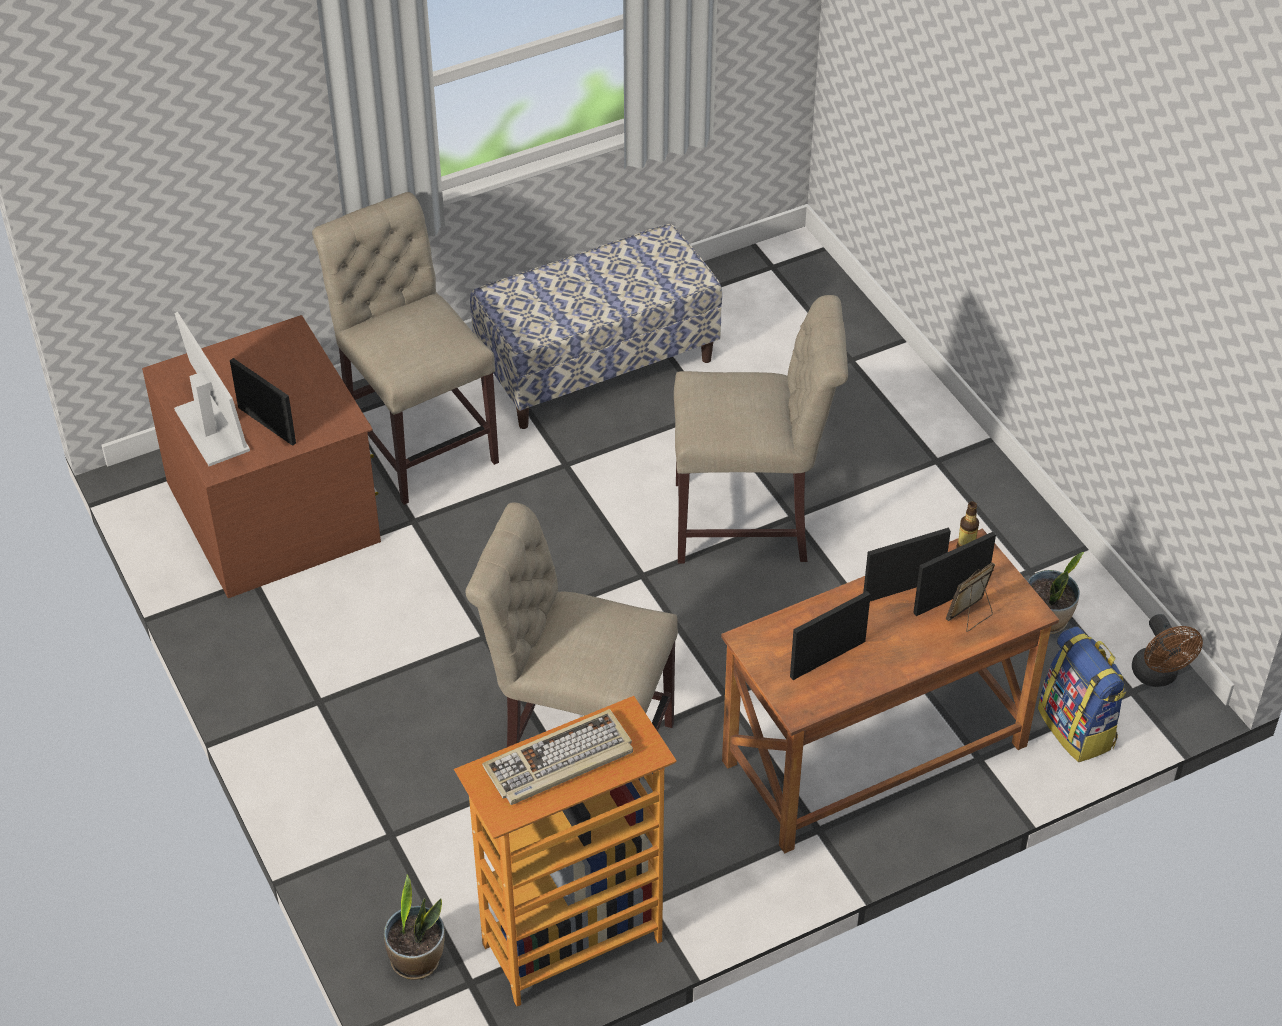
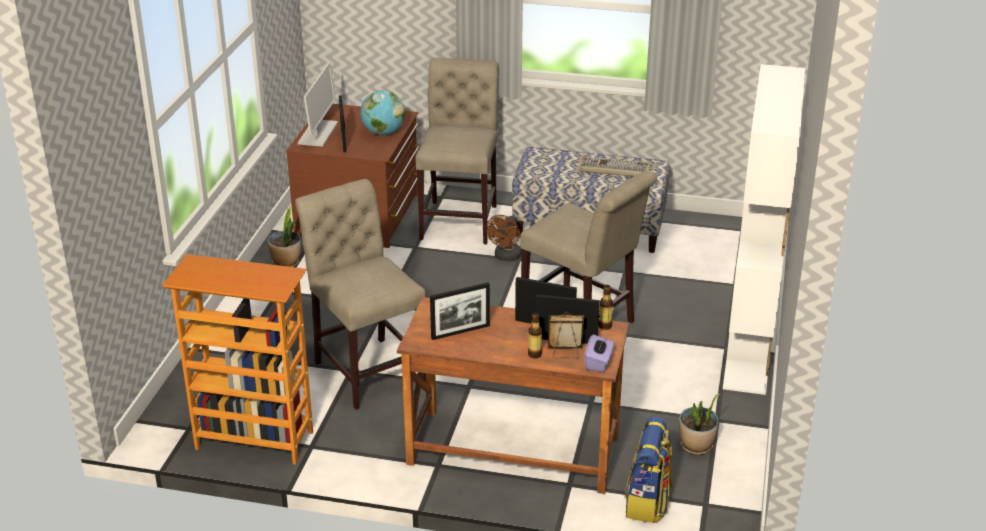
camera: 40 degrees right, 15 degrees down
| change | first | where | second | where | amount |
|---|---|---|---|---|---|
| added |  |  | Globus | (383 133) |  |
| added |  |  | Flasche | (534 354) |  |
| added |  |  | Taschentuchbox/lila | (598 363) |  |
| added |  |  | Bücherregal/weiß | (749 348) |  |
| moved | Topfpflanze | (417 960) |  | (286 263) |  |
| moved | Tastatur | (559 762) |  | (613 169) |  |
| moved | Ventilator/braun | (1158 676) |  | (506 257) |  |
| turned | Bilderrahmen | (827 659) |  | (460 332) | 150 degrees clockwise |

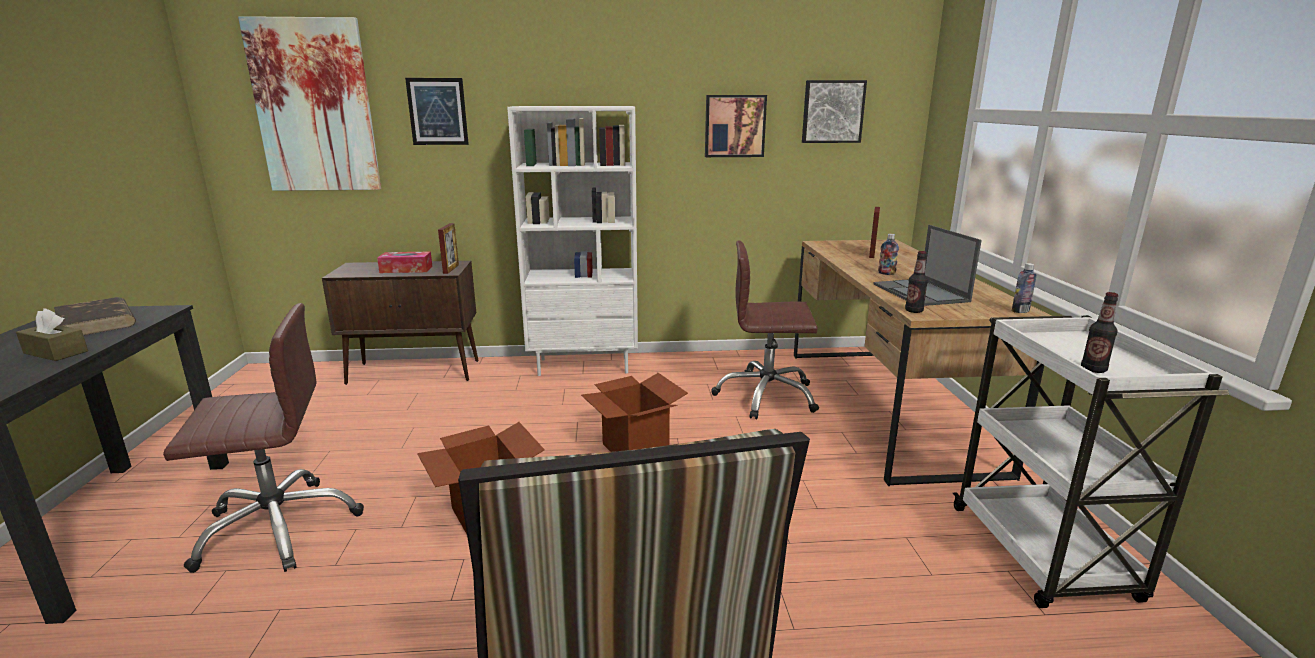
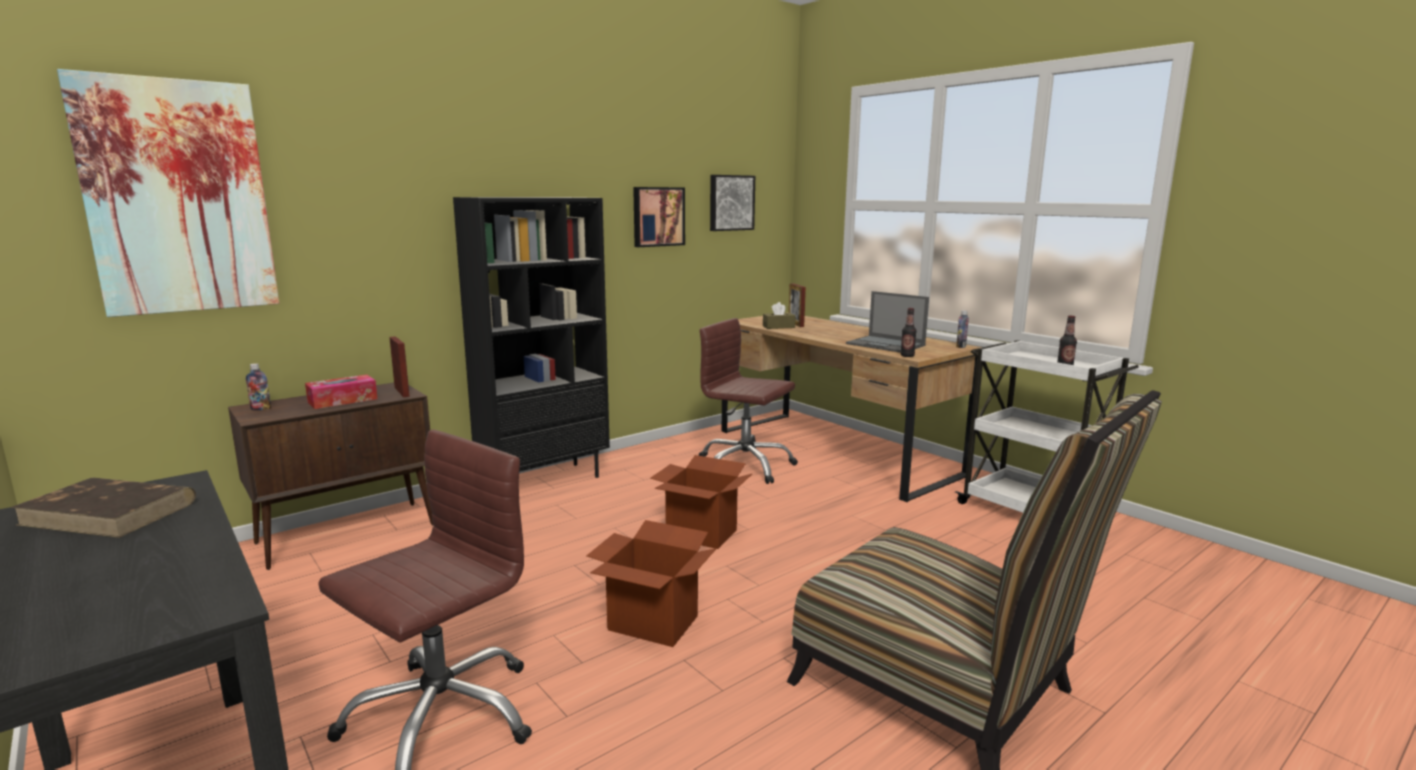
camera: 35 degrees left, 5 degrees down
| change | first | where | second | where | amount |
|---|---|---|---|---|---|
| removed | Bild | (437 111) |  |  |  |
| moved | Taschentuchbox/braun | (56 352) |  | (778 327) |  |
| moved | Flasche | (886 273) |  | (260 409) |  |
| recoloured | Bücherregal/weiß | (584 365) | Bücherregal/schwarz | (544 481) |  |
| turned | Bürostuhl/braun | (766 396) |  | (744 466) | 60 degrees clockwise |

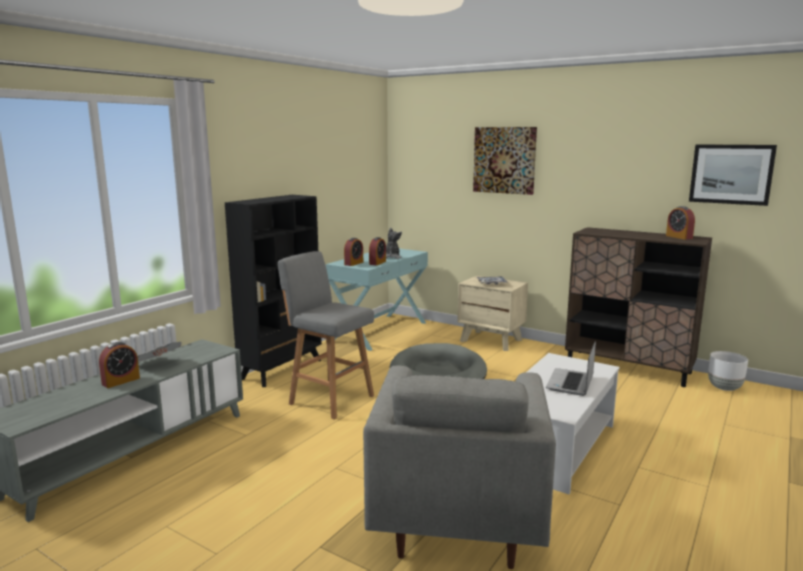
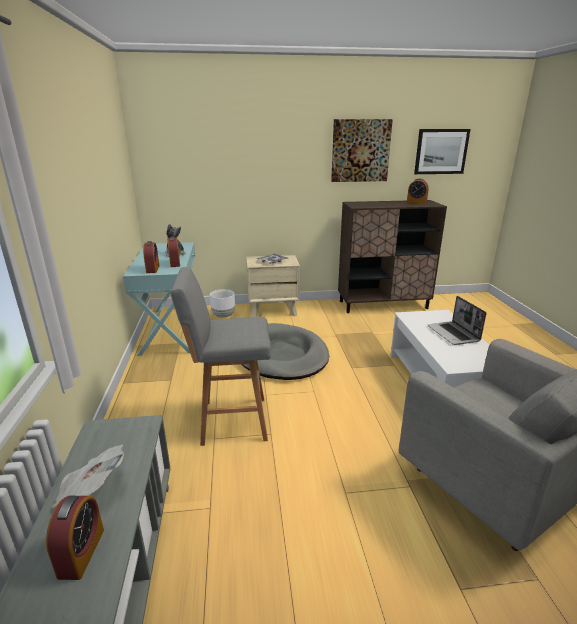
camera: 40 degrees left, 10 degrees up
| change | first | where | second | where | amount |
|---|---|---|---|---|---|
| removed | Bücherregal/schwarz | (282 369) |  |  |  |
| moved | Bild | (504 160) |  | (360 151) |  |
| moved | Pflanzkübel/weiß | (724 388) |  | (223 316) |  |

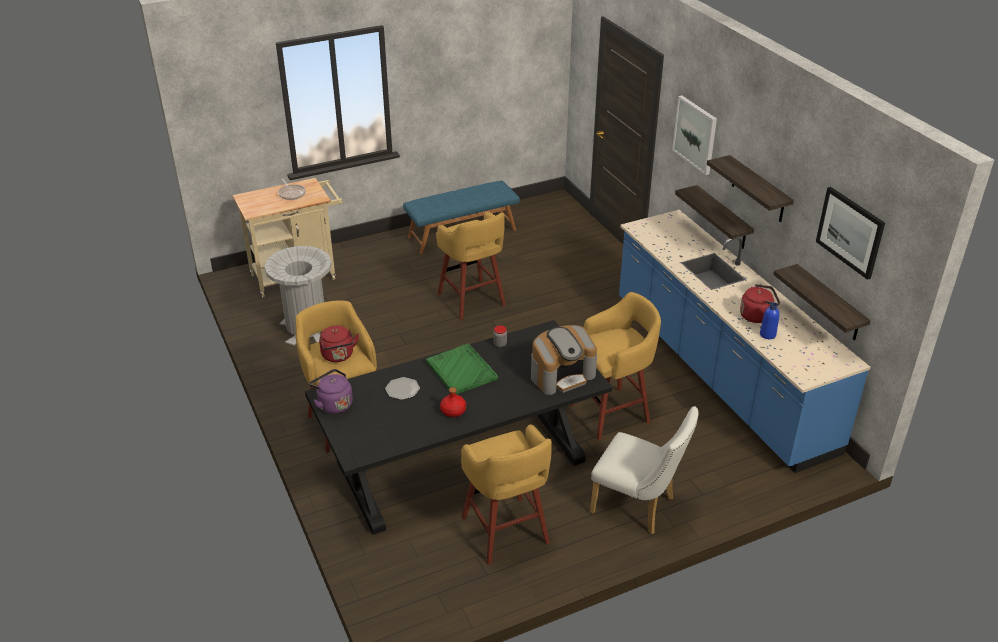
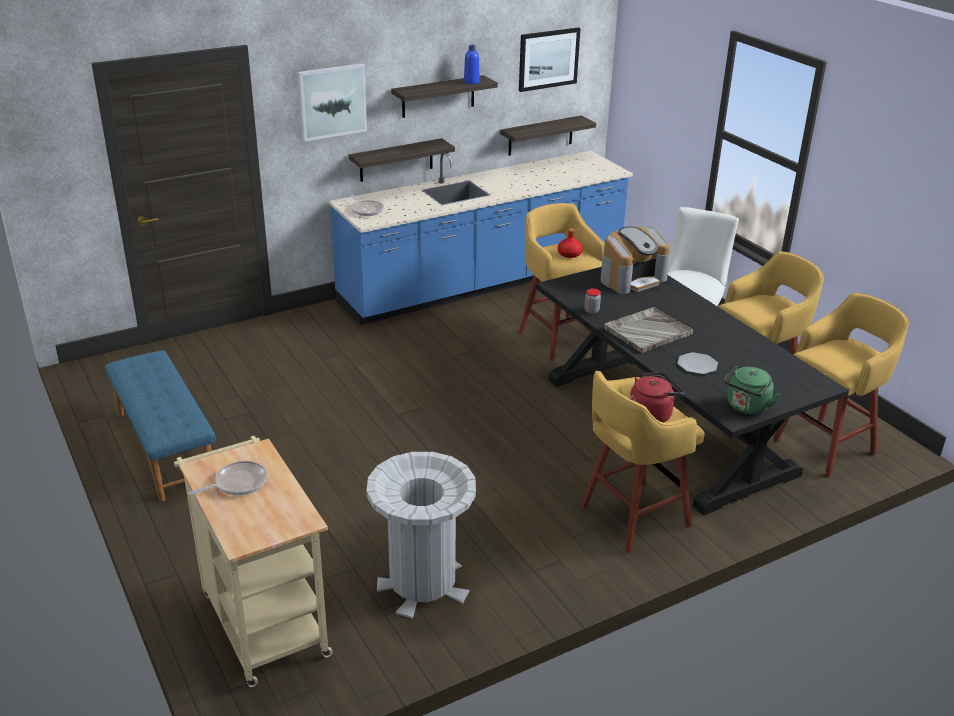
camera: 95 degrees left, 5 degrees down
| change | first | where | second | where | amount |
|---|---|---|---|---|---|
| removed | Wasserkessel/rot | (757 315) |  |  |  |
| added |  |  | Pfanne | (366 210) |  |
| moved | Hocker/gelb | (472 301) |  | (826 446) |  |
| moved | Flasche/rot | (453 411) |  | (569 254) |  |
| moved | Flasche/blau | (767 334) |  | (471 82) |  |
| recoloured | Wasserkessel/lila | (333 404) | Wasserkessel/grün | (746 407) |  |
| recoloured | Tablett/grün | (461 370) | Tablett/grau | (647 331) |  |
| turned | Kaffeemaschine | (562 375) |  | (632 279) | 90 degrees clockwise |

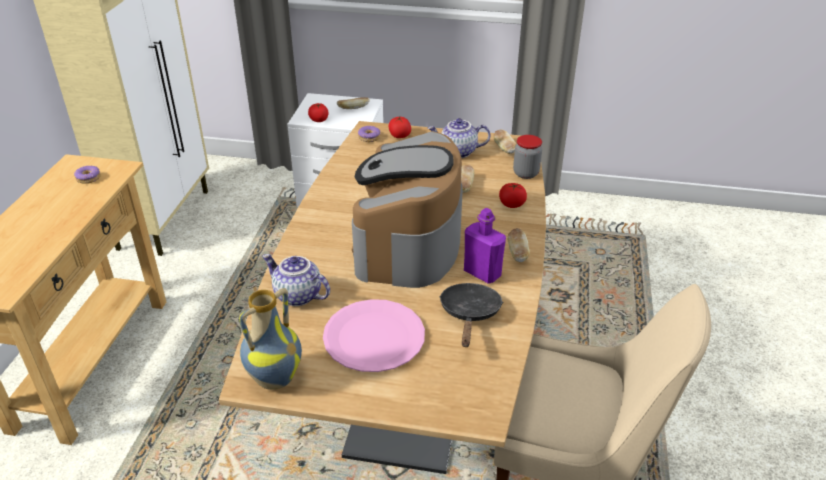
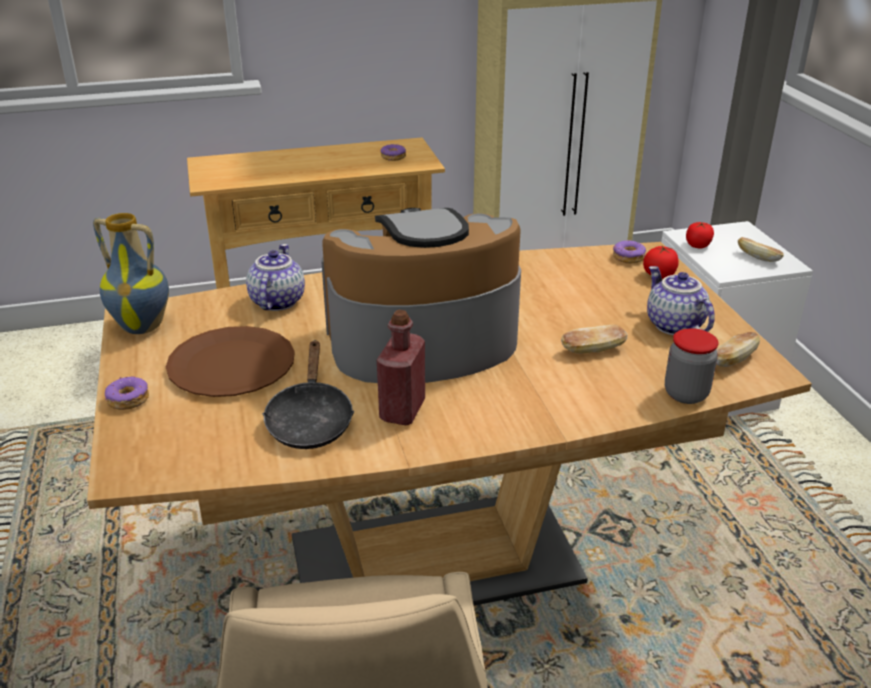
camera: 65 degrees right, 5 degrees down
| change | first | where | second | where | amount |
|---|---|---|---|---|---|
| removed | Tomate | (512 204) |  |  |  |
| removed | Brot | (517 253) |  |  |  |
| added |  |  | Donut | (128 400) |  |
| recoloured | Teller/rosa | (374 337) | Teller/braun | (232 364) |  |
| recoloured | Flasche/lila | (482 273) | Flasche/rot | (402 410) |  |
| turned | Pfanne/schwarz | (470 314) |  | (310 420) | 105 degrees clockwise |

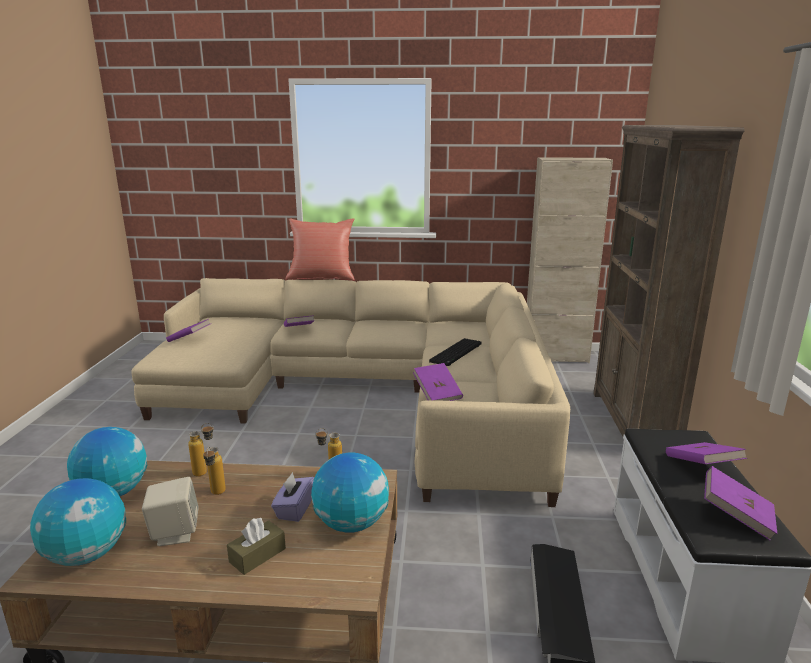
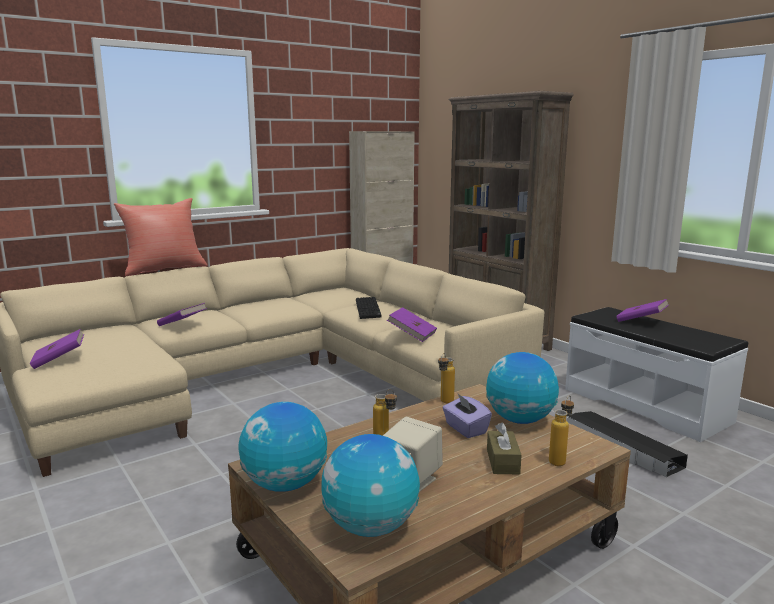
camera: 40 degrees left, 5 degrees down
| change | first | where | second | where | amount |
|---|---|---|---|---|---|
| removed | Buch/lila | (736 516) |  |  |  |
| moved | Flasche | (205 472) |  | (560 460) |  |

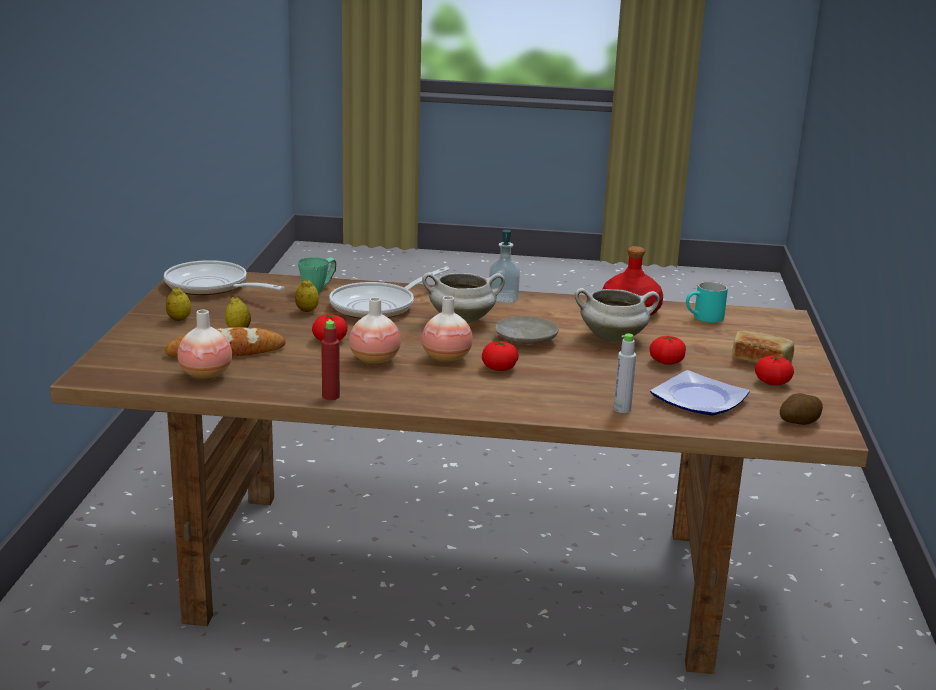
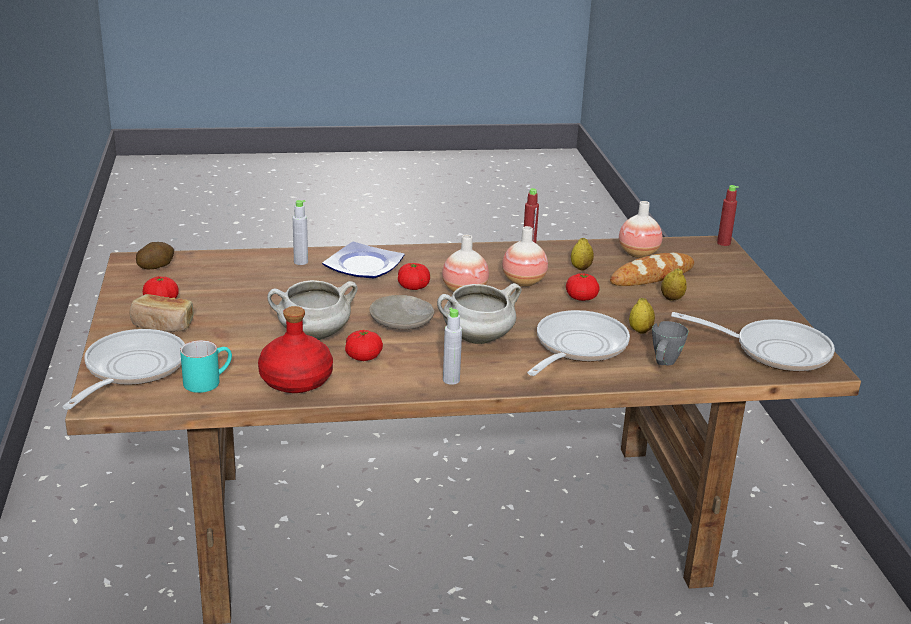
camera: 165 degrees right, 5 degrees up
| change | first | where | second | where | amount |
|---|---|---|---|---|---|
| added |  |  | Pfanne | (131 370) |  |
| added |  |  | Flasche/rot | (723 243) |  |
| moved | Zitrone | (179 319) |  | (581 268) |  |
| moved | Tomate | (666 362) |  | (363 357) |  |
| moved | Teller | (701 400) |  | (362 266) |  |
| replaced | Seifenspender | (503 299) | Flasche/grau | (451 380) |  |
| recoloured | Henkelbecher/grün | (319 289) | Henkelbecher/grau | (663 365) |  |

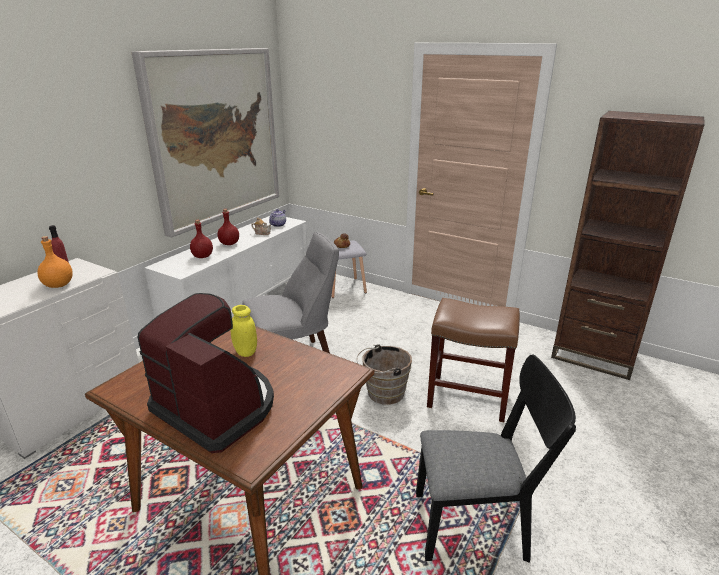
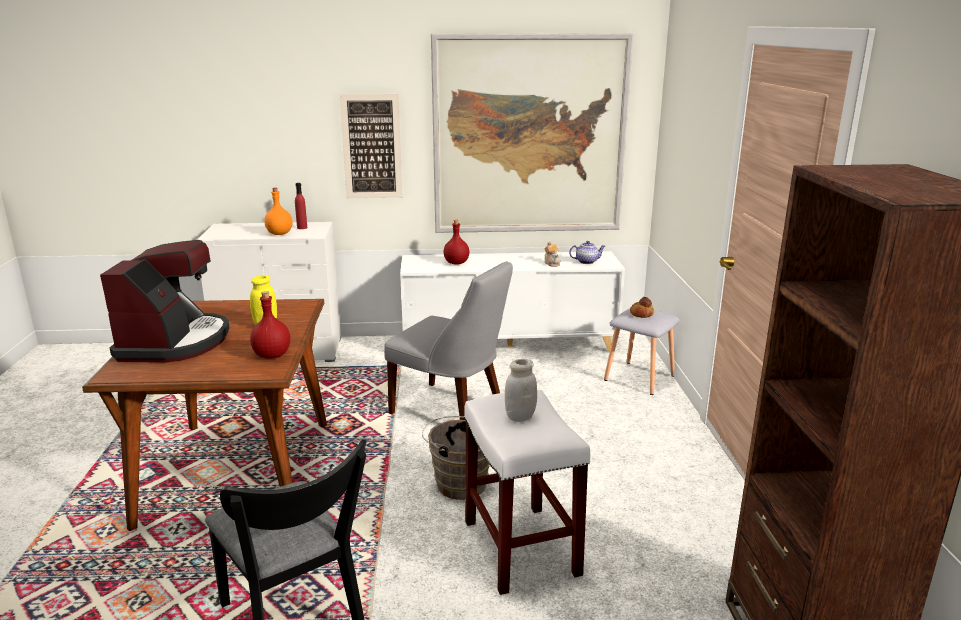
camera: 55 degrees right, 5 degrees down
| change | first | where | second | where | amount |
|---|---|---|---|---|---|
| added |  |  | Bild | (372 147) |  |
| added |  |  | Vorratsglas/weiß | (520 417) |  |
| moved | Flasche/rot | (229 243) |  | (272 355) |  |
| recoloured | Hocker/braun | (468 397) | Hocker/weiß | (522 549) |  |

